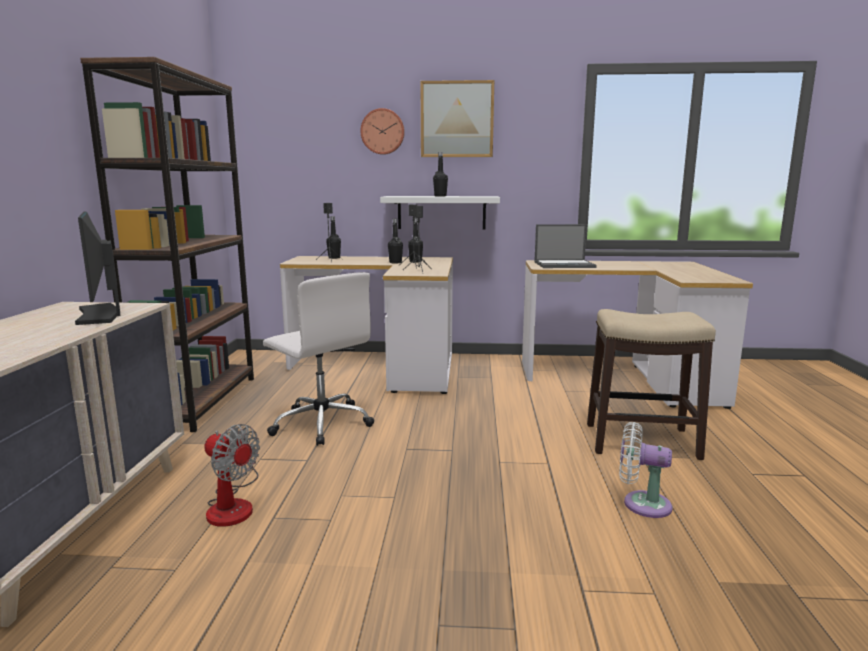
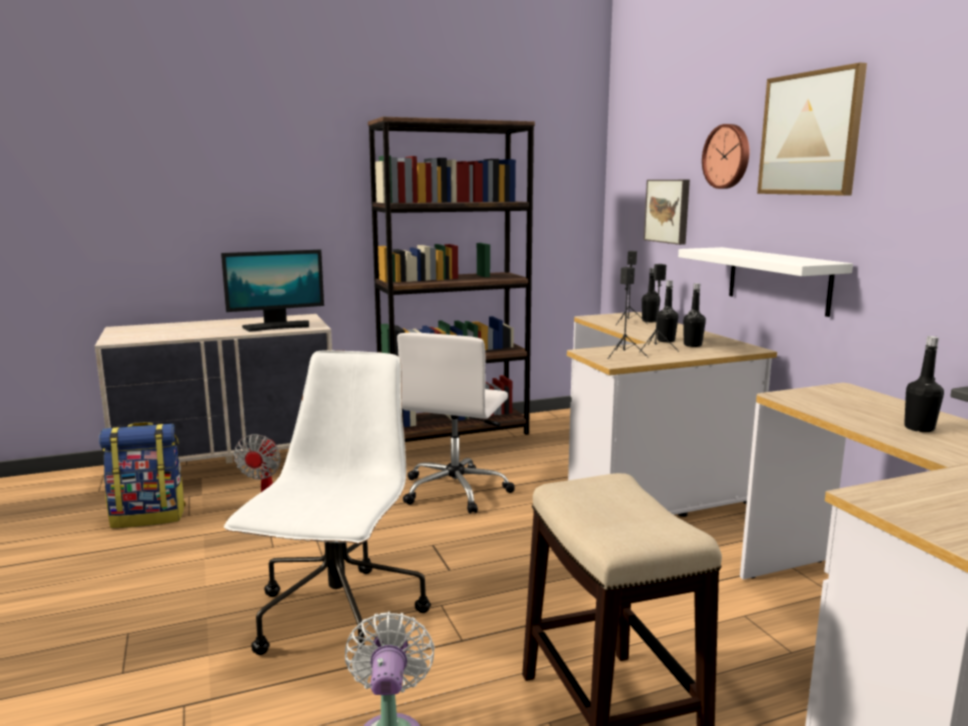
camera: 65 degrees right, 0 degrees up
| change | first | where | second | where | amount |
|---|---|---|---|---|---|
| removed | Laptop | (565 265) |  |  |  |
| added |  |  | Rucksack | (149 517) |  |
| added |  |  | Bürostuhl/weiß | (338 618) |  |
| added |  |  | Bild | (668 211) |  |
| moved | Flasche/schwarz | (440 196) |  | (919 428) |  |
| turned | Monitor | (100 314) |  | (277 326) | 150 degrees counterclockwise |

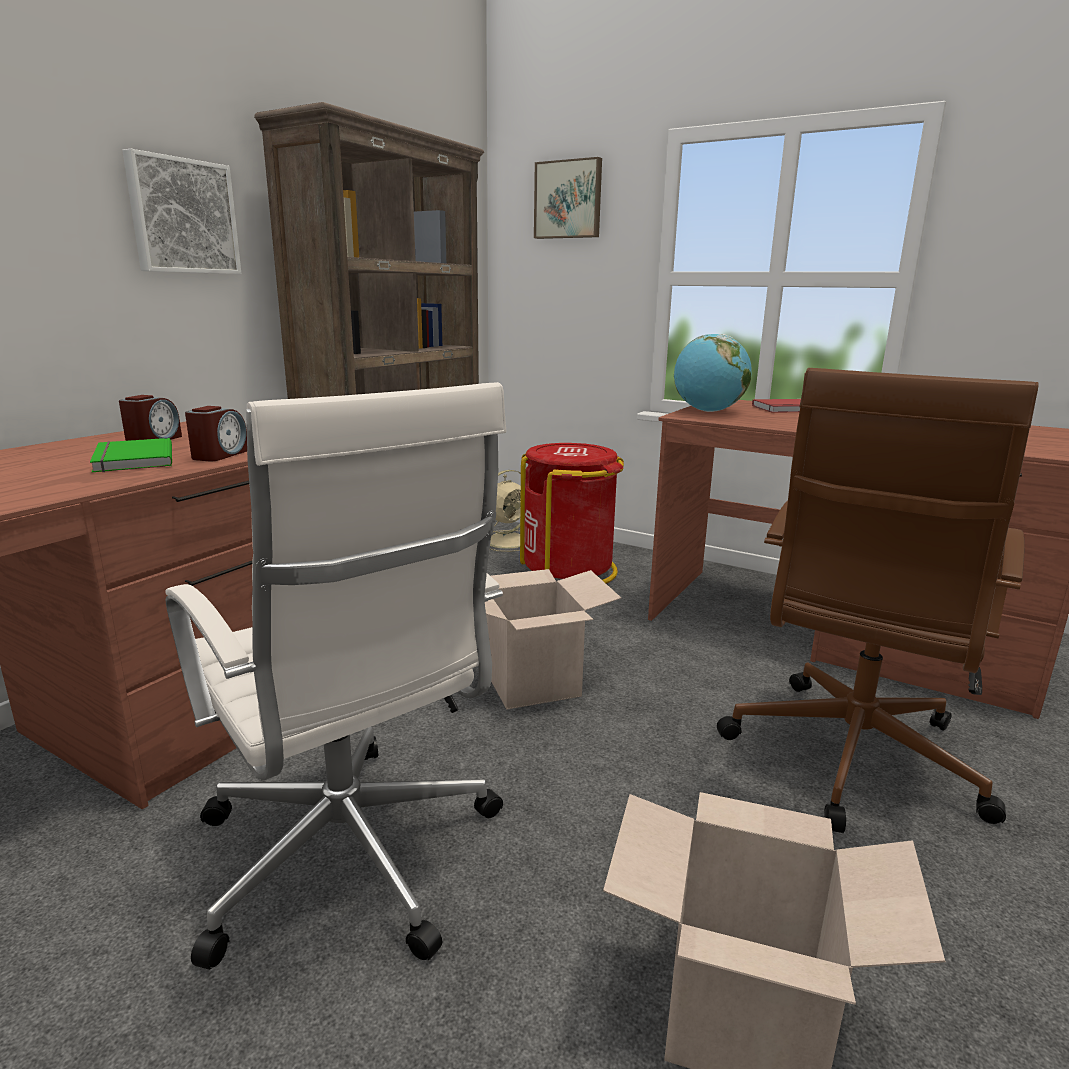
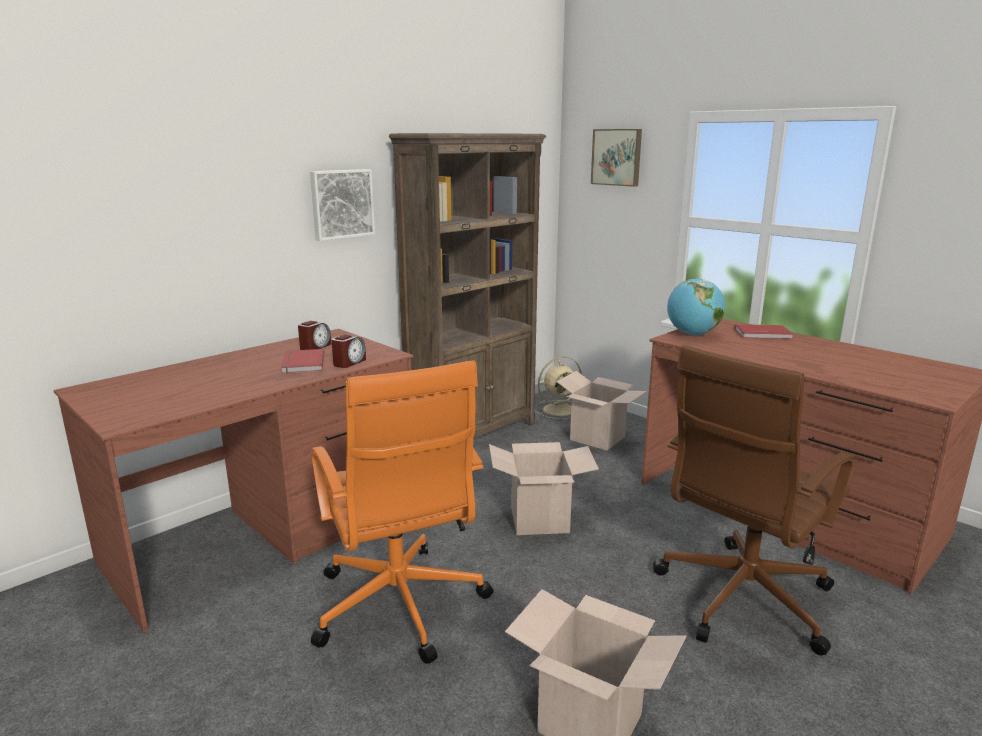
camera: 15 degrees right, 0 degrees up
| change | first | where | second | where | amount |
|---|---|---|---|---|---|
| replaced | Mülleimer/rot | (569 570) | Karton | (597 438) |  |
| recoloured | Buch/grün | (131 459) | Buch/rot | (301 363) |  |
| recoloured | Bürostuhl/weiß | (350 858) | Bürostuhl/orange | (400 607) |  |

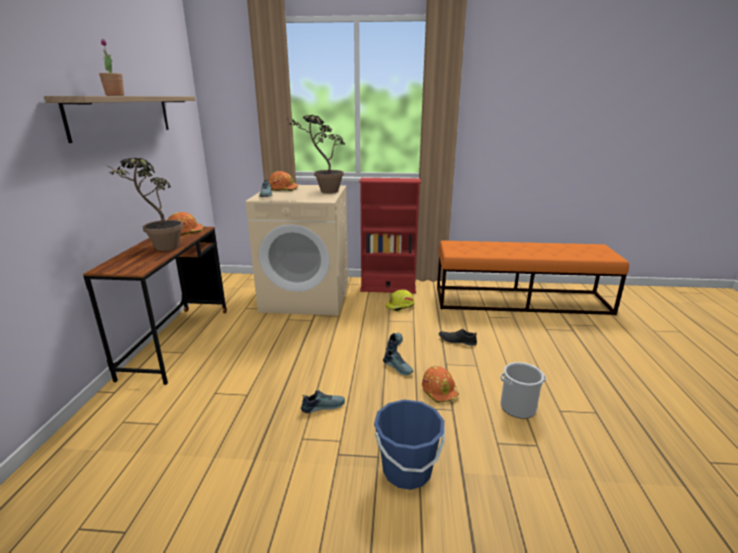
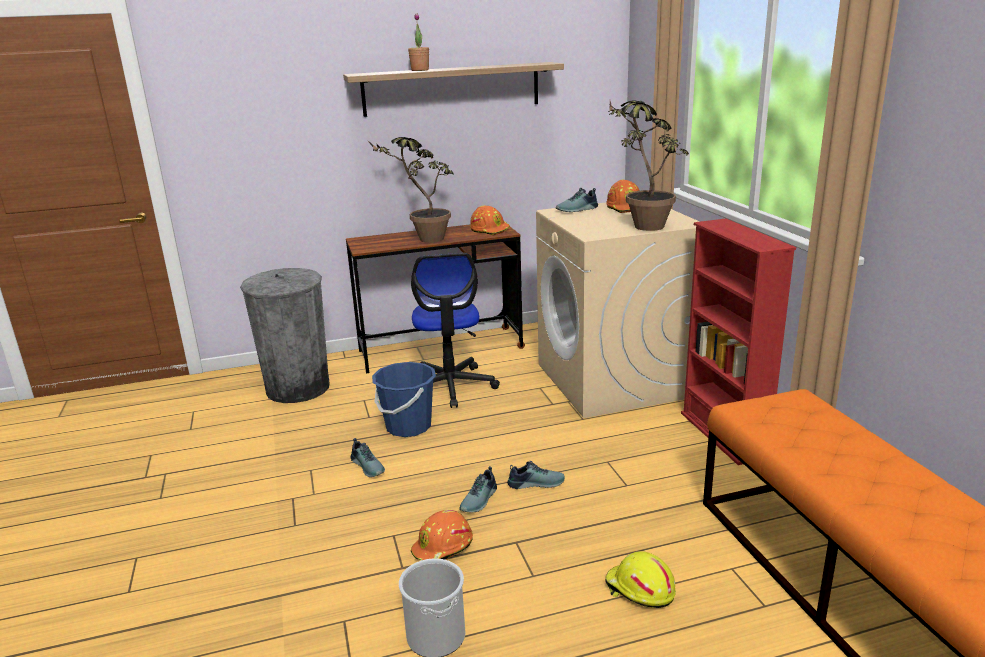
camera: 70 degrees right, 0 degrees up
| change | first | where | second | where | amount |
|---|---|---|---|---|---|
| removed | Schuh/schwarz | (457 340) |  |  |  |
| added |  |  | Mülleimer/grau | (298 388) |  |
| added |  |  | Bürostuhl | (450 386) |  |
| moved | Eimer/blau | (407 470) |  | (408 426) |  |
| moved | Schutzhelm/gelb | (400 306) |  | (639 590) |  |

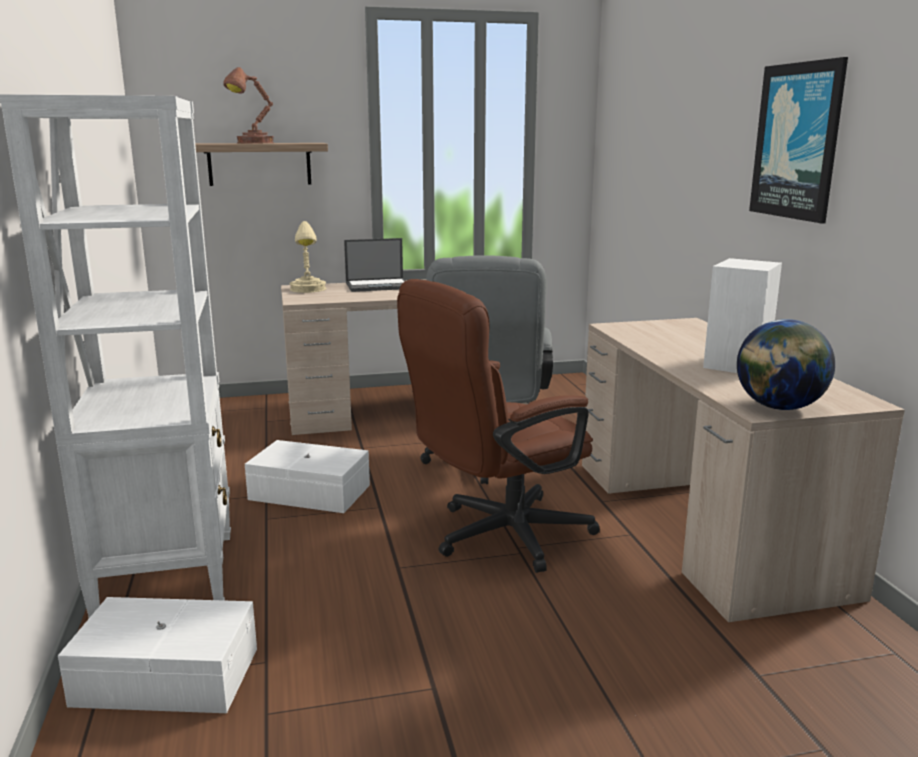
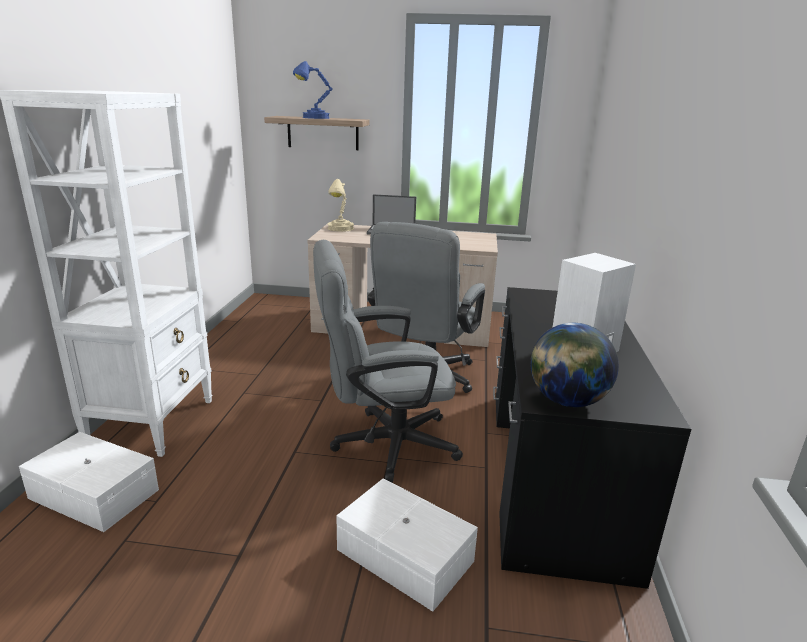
camera: 20 degrees right, 5 degrees up
| change | first | where | second | where | amount |
|---|---|---|---|---|---|
| removed | Bild | (797 141) |  |  |  |
| moved | Aufbewahrungsbox/weiß | (310 493) |  | (404 557) |  |
| recoloured | Tischlampe/braun | (253 143) | Tischlampe/blau | (314 118) |  |
| recoloured | Bürostuhl/braun | (498 537) | Bürostuhl/grau | (383 444) |  |
| recoloured | Schreibtisch/beige | (701 522) | Schreibtisch/schwarz | (553 471) |  |

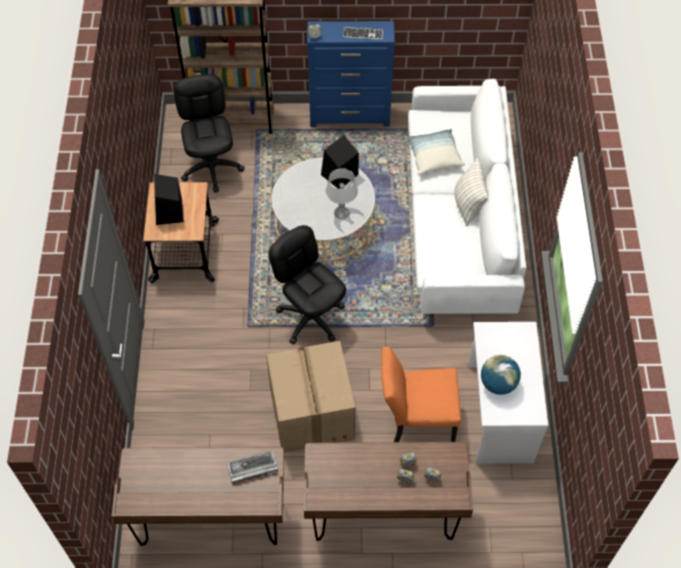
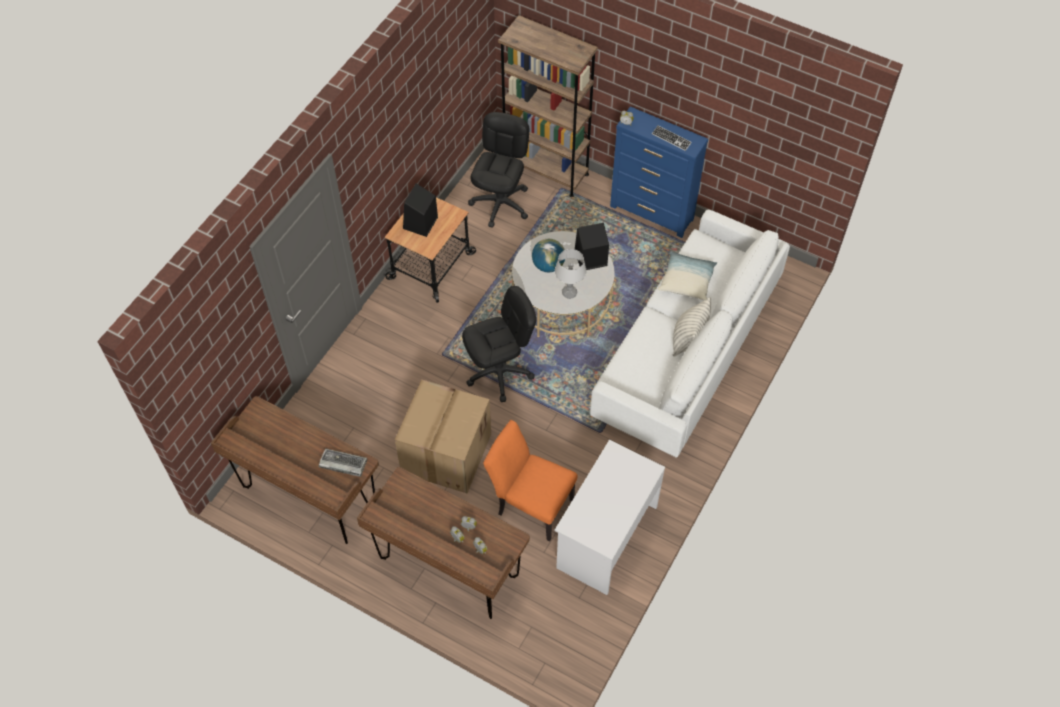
camera: 30 degrees right, 0 degrees up
| change | first | where | second | where | amount |
|---|---|---|---|---|---|
| moved | Globus | (498 383) |  | (548 265) |  |
| turned | Bürostuhl/schwarz | (311 317) |  | (499 372) | 75 degrees clockwise |

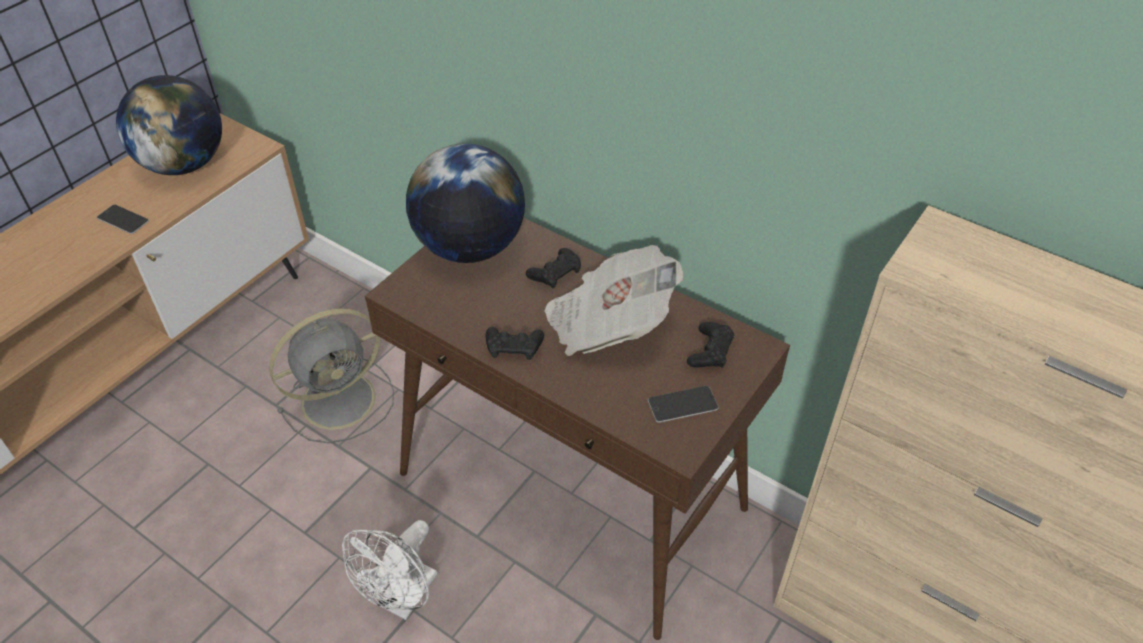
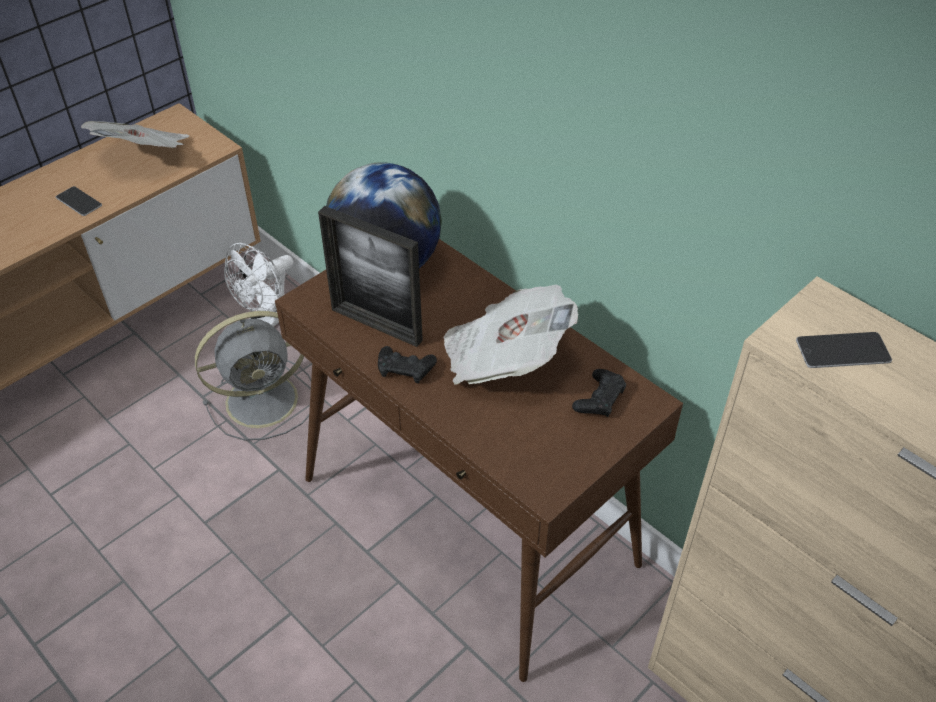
camera: 10 degrees right, 0 degrees up
| change | first | where | second | where | amount |
|---|---|---|---|---|---|
| removed | Gamepad/schwarz | (555 273) |  |  |  |
| added |  |  | Bilderrahmen | (376 325) |  |
| moved | Ventilator/weiß | (403 599) |  | (269 319) |  |
| moved | Handy | (682 404) |  | (843 350) |  |
| replaced | Globus | (184 164) | Zeitung | (145 155) |  |

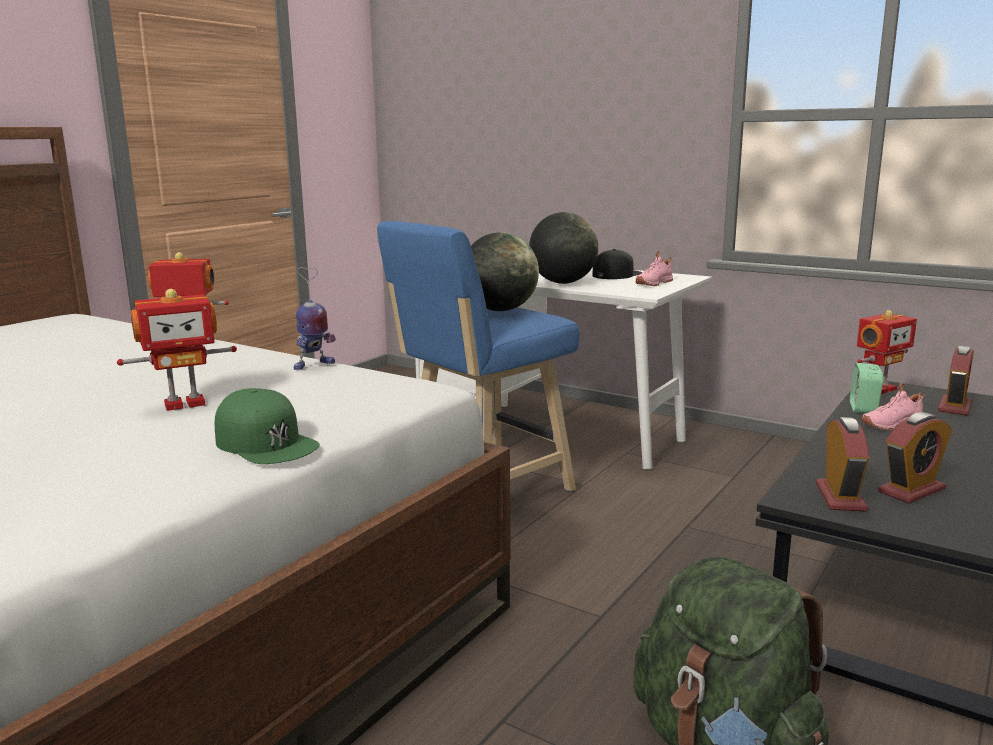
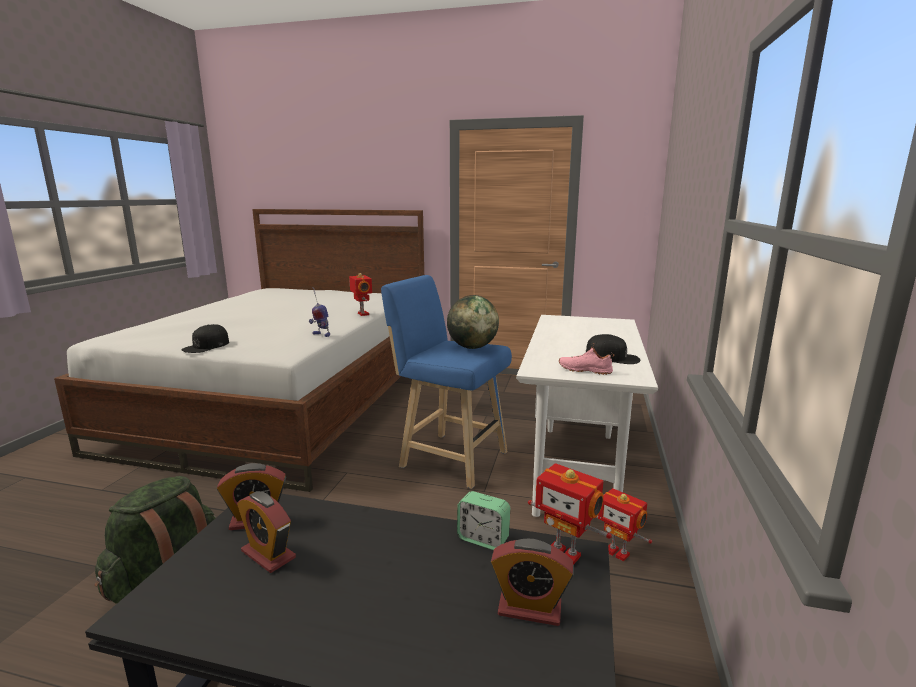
camera: 70 degrees right, 0 degrees up
| change | first | where | second | where | amount |
|---|---|---|---|---|---|
| removed | Globus | (563 283) |  |  |  |
| removed | Schuh/rosa | (890 424) |  |  |  |
| moved | Spielzeugroboter | (184 403) |  | (617 552) |  |
| recoloured | Kappe/grün | (266 443) | Kappe/schwarz | (206 346) |  |
| turned | Wecker | (863 408) |  | (483 539) | 150 degrees counterclockwise |

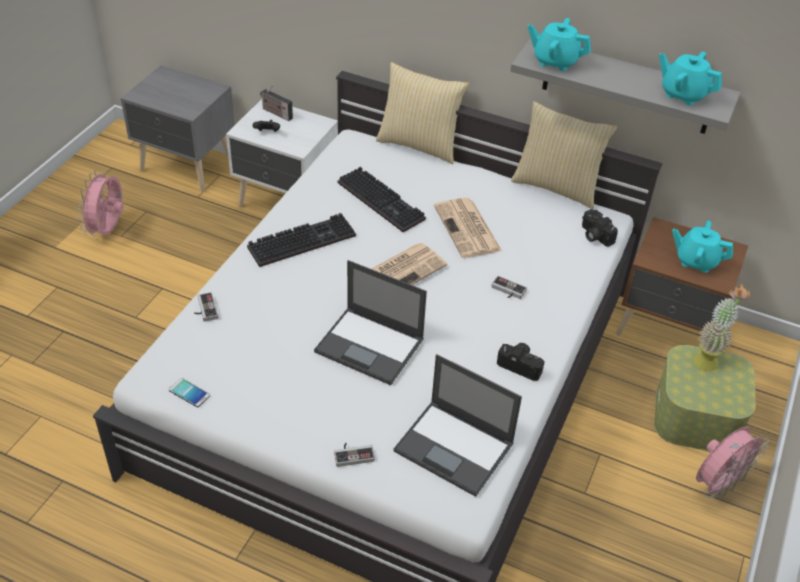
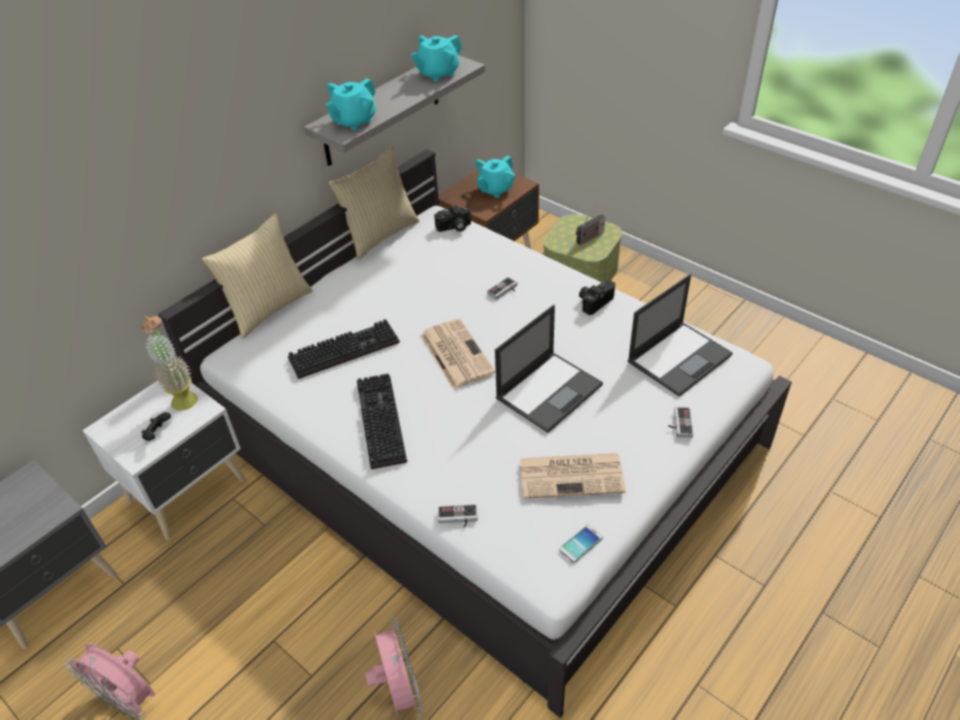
camera: 70 degrees left, 0 degrees up
| change | first | where | second | where | amount |
|---|---|---|---|---|---|
| moved | Radio | (276 113) |  | (589 238) |  |
| moved | Zeitung | (468 229) |  | (572 475) |  |
| moved | Topfpflanze | (709 358) |  | (182 396) |  |
| moved | Ventilator/rosa | (718 484) |  | (399 690) |  |

